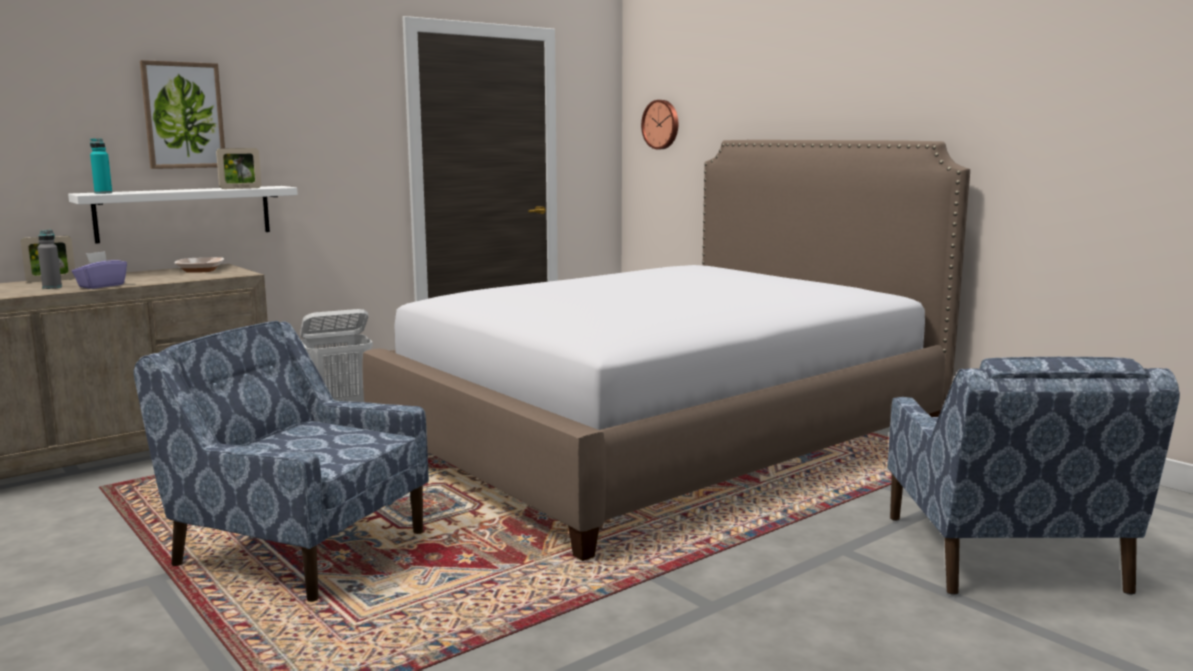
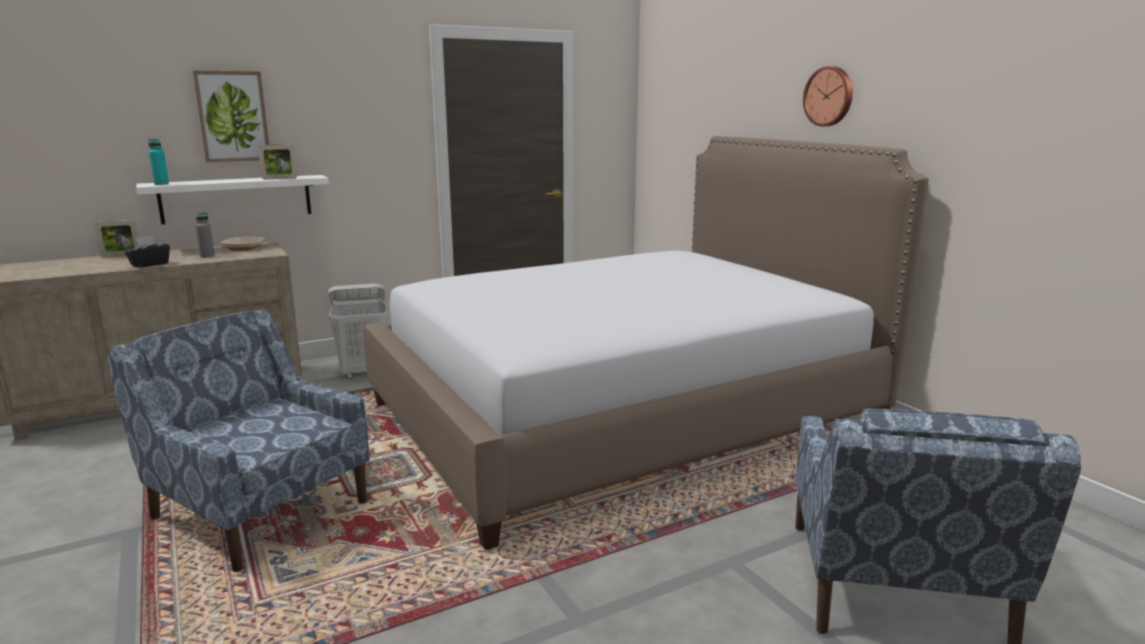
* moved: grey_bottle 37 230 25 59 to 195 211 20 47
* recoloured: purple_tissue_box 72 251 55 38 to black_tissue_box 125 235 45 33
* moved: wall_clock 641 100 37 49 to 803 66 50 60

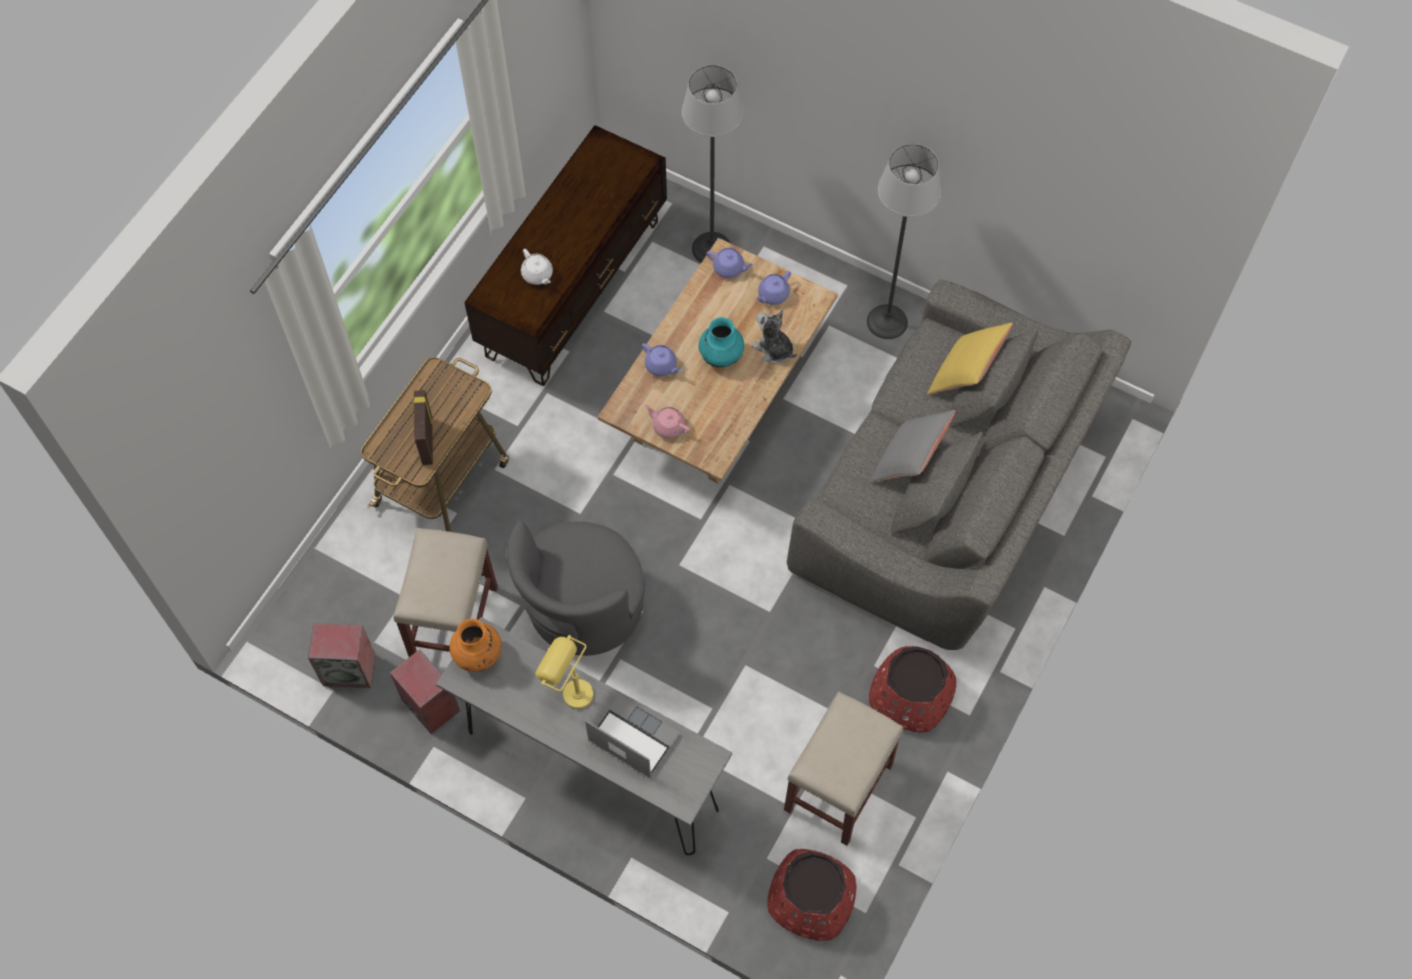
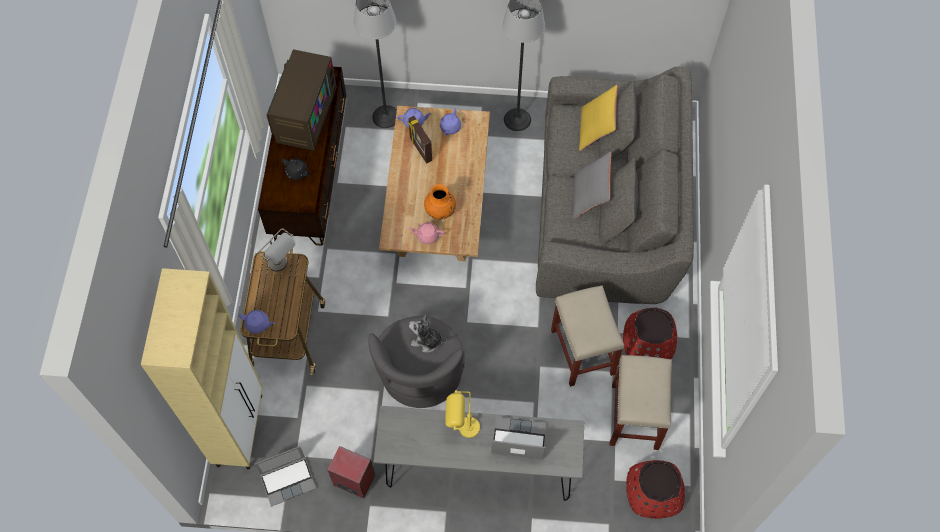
* replaced: speaker 308 623 67 65 to laptop 254 446 62 61
* moved: beige_stool 393 528 105 129 to 551 285 73 102
* moved: picture_frame 413 390 20 75 to 408 116 24 47
* moved: orange_vase 449 618 52 54 to 424 184 32 35
* recoloured: white_teapot 521 249 32 36 to black_teapot 282 158 29 22
* moved: purple_teapot 642 343 40 33 to 238 310 37 24
* removed: turquoise_vase 698 317 46 50
* moved: plush_toy 752 310 45 54 to 409 314 38 38
* added: beige_cabinet 141 268 122 202
* added: grey_table_lamp 258 228 37 44
* added: television 266 49 70 101

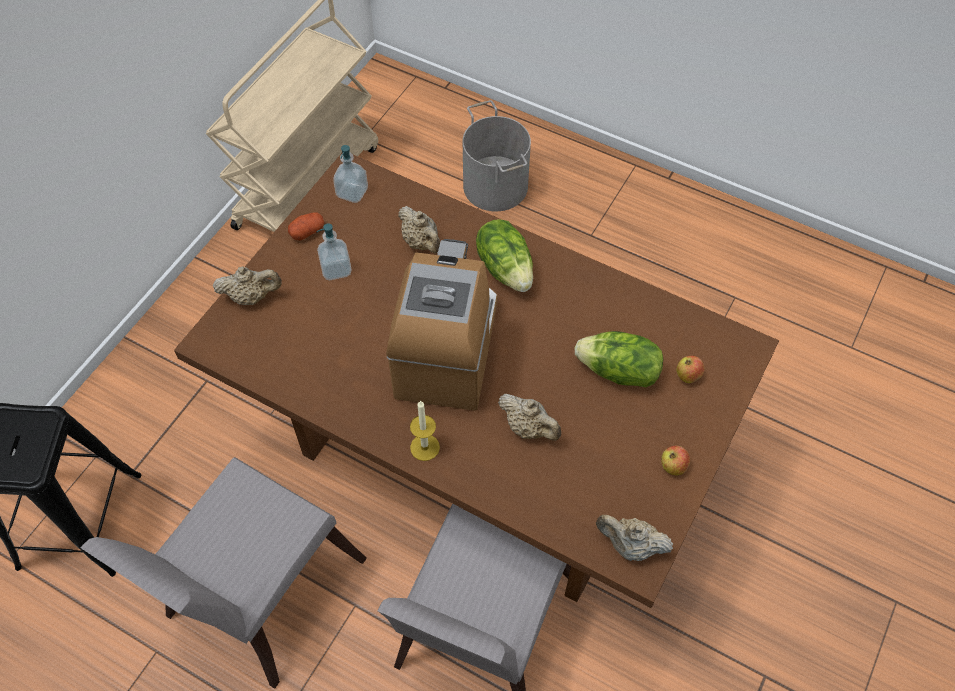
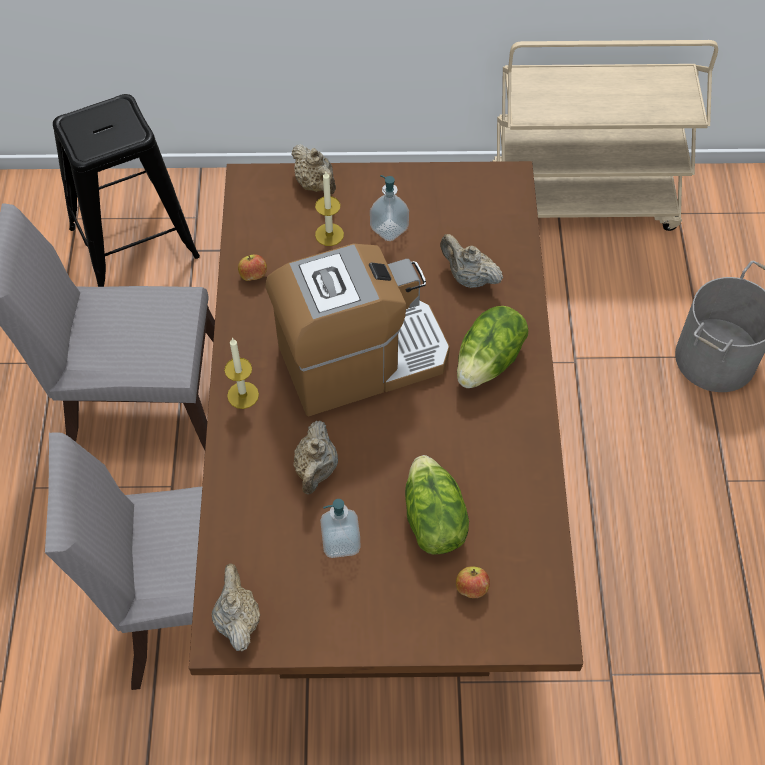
* removed: potato 288 212 36 29
* moved: soap_dispenser 333 145 35 58 to 320 499 41 59
* turned: beige_teapot 398 206 42 48 = 440 234 63 54 105 degrees clockwise
* moved: apple 661 446 29 29 to 238 254 29 27
* added: candle 315 172 29 74

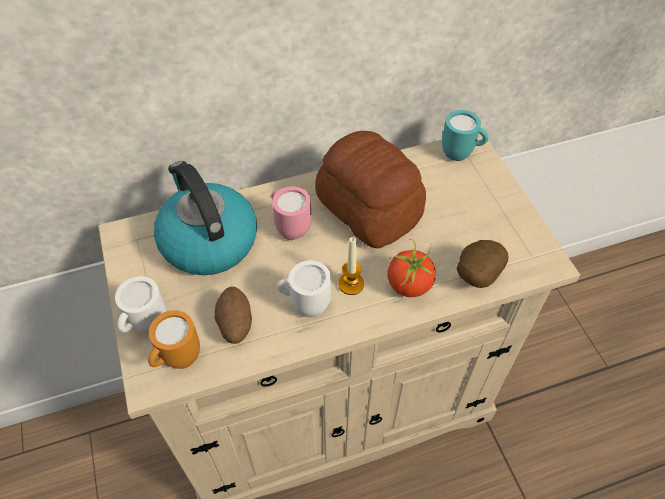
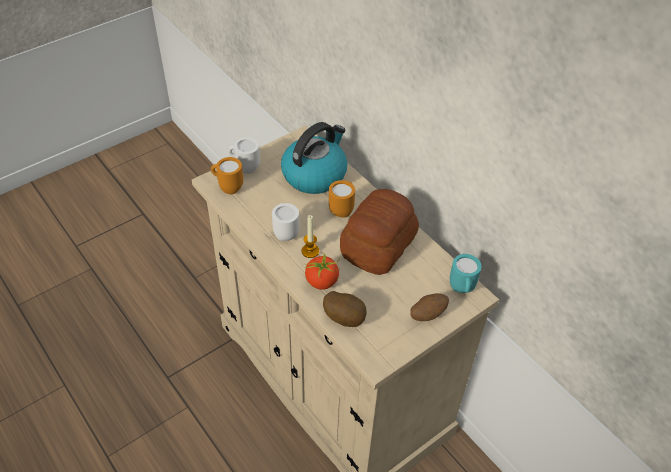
* moved: potato 215 287 37 57 to 410 293 39 28
* recoloured: pink_mug 271 186 41 54 to orange_mug 329 180 26 38

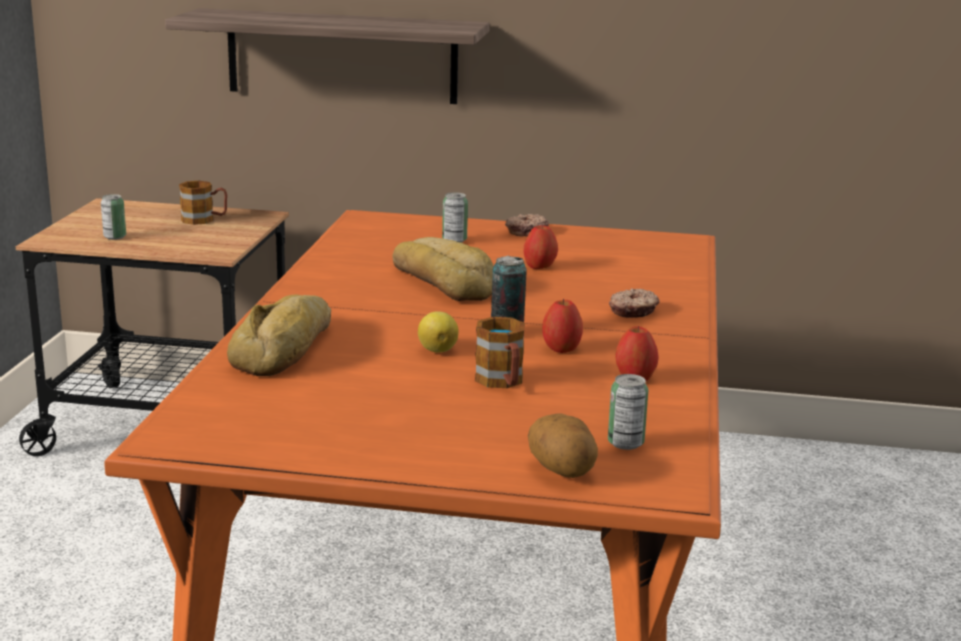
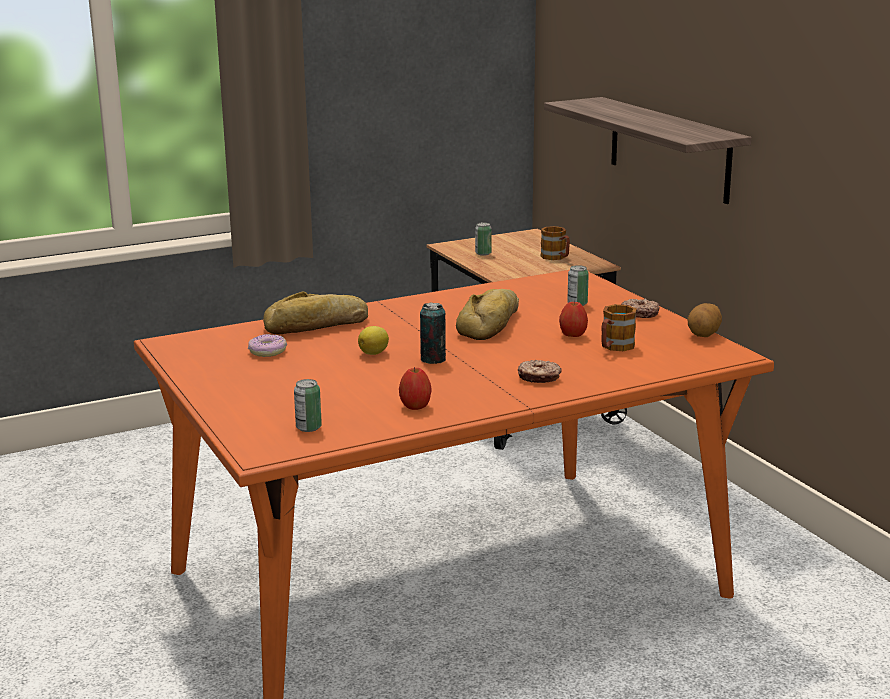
* moved: mug 475 317 50 71 to 601 304 36 47
* moved: potato 528 413 70 65 to 687 303 35 34
* removed: apple 542 299 41 54
* added: donut 248 334 39 23

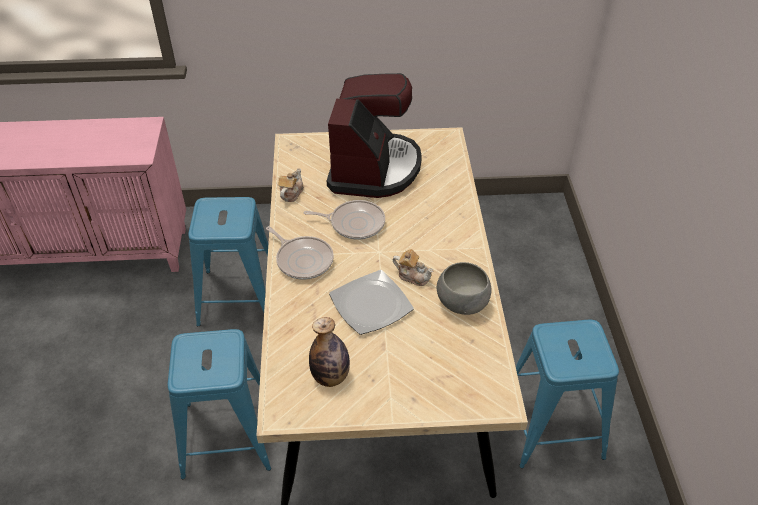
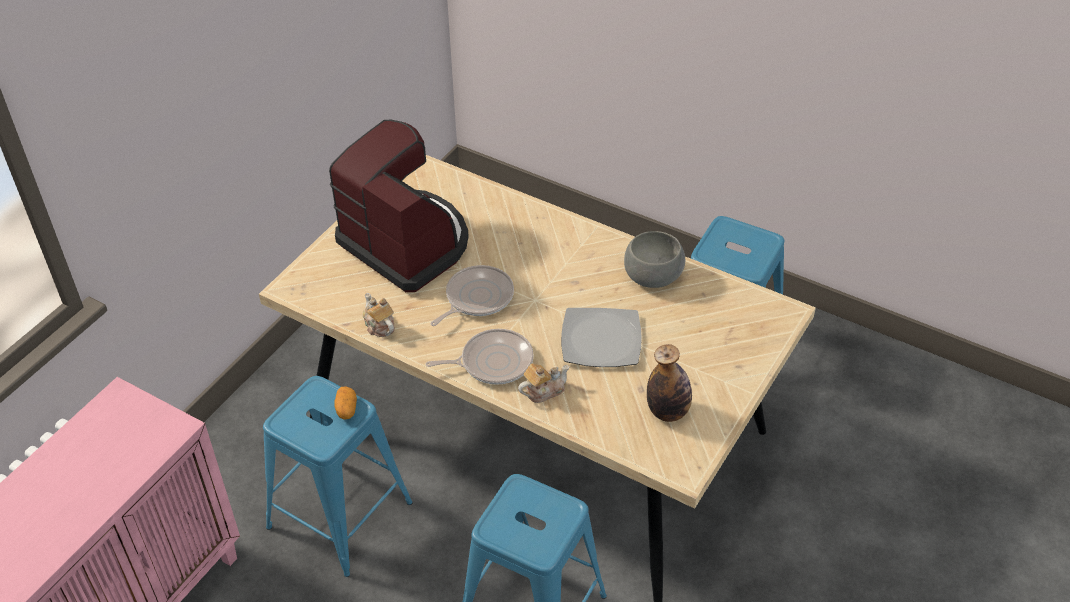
* moved: teapot 393 249 40 37 to 518 363 51 40
* added: potato 334 386 23 34

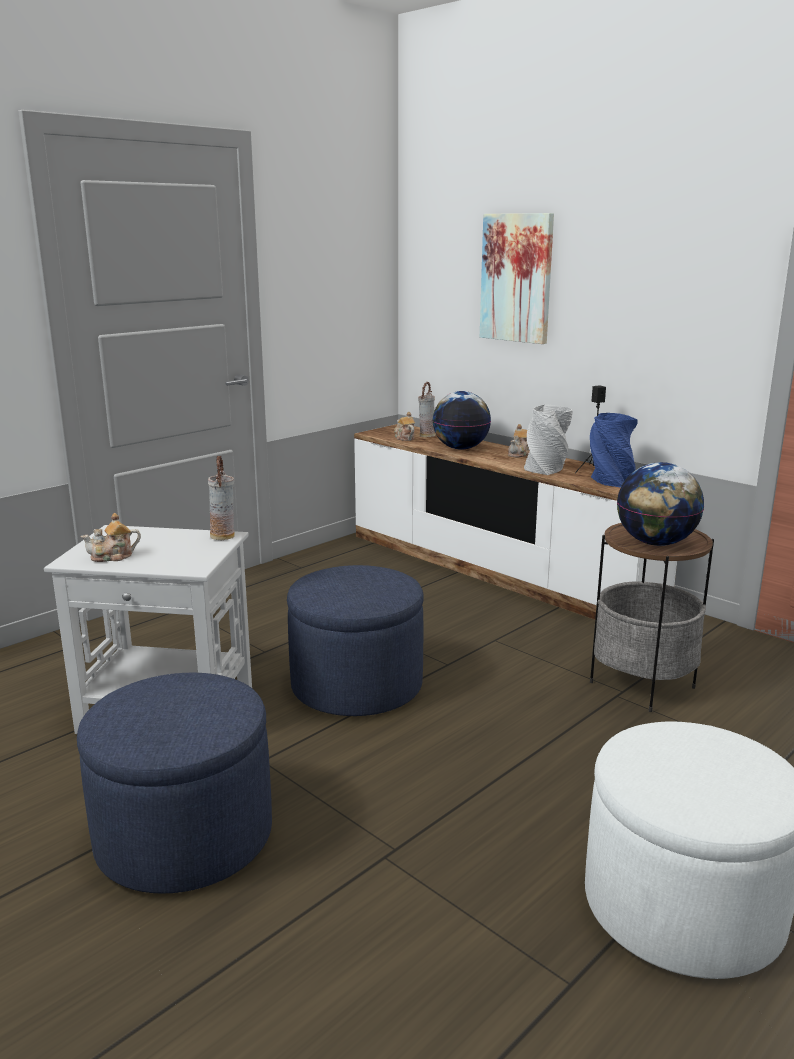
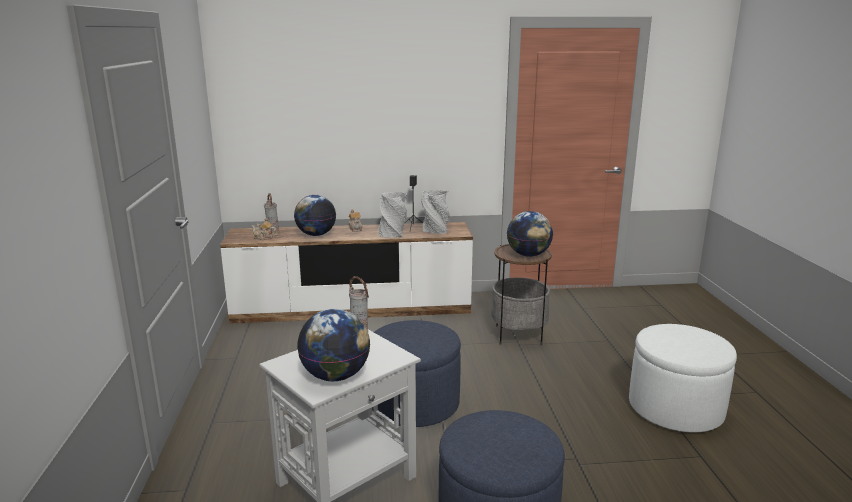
* replaced: teapot 80 513 61 49 to globe 297 309 73 72
* removed: picture 480 213 74 131
* recoloured: blue_vase 590 413 48 74 to grey_vase 421 190 28 44

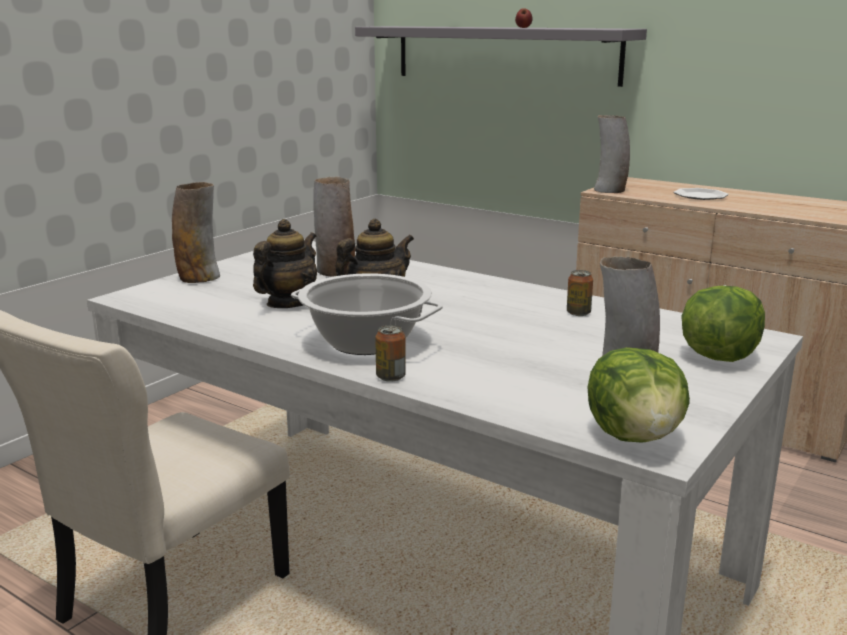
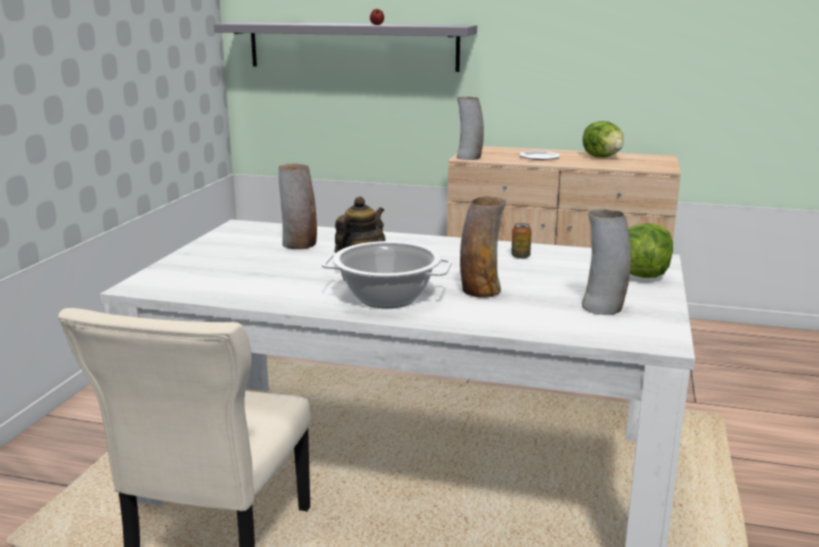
* moved: vase 172 182 48 101 to 460 196 46 102
* removed: teapot 253 219 64 89
* removed: can 375 325 31 57
* moved: lettuce 588 347 102 96 to 582 121 42 37

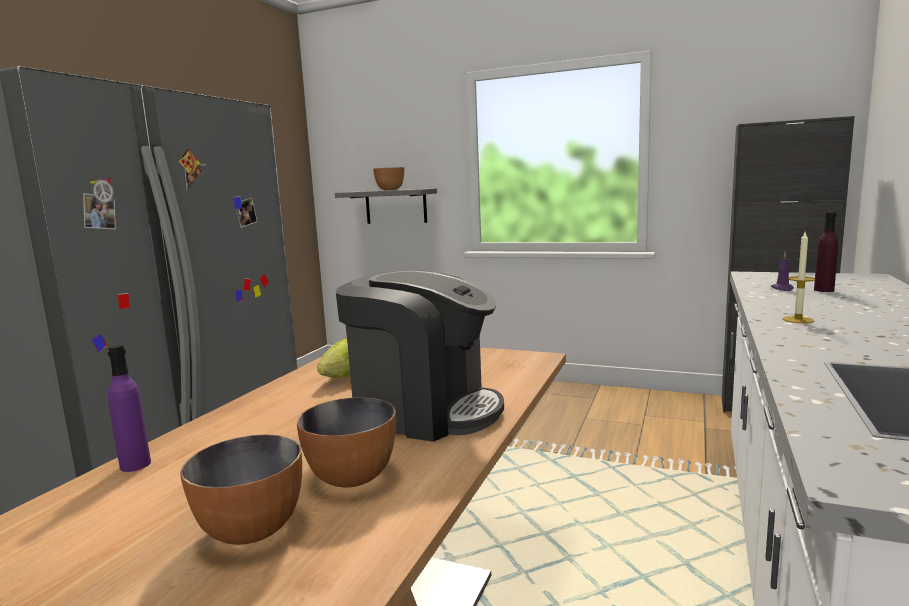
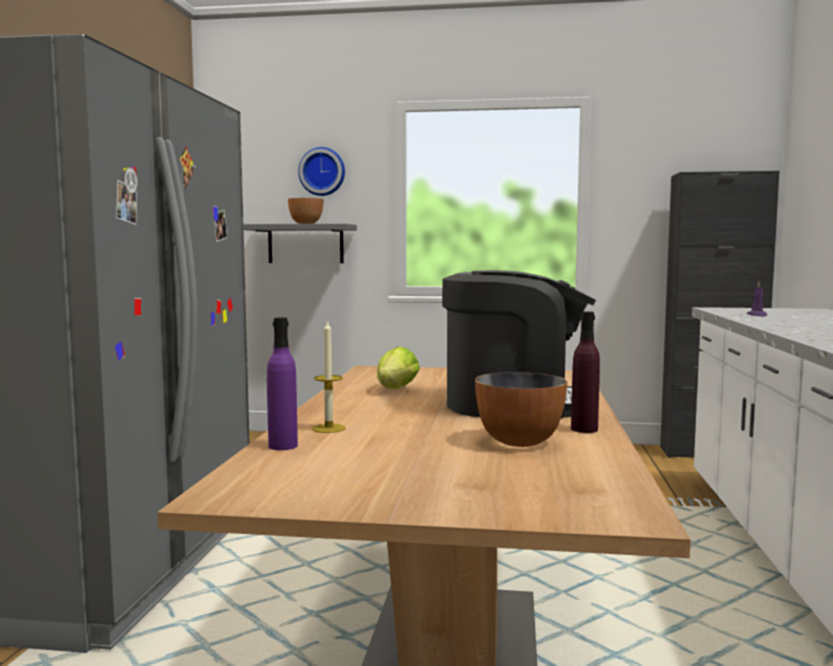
* removed: bowl 180 434 122 111
* moved: candle 783 232 32 91 to 312 320 34 113
* moved: purple_bottle 814 212 24 80 to 571 311 29 122
* added: wall_clock 298 147 47 49

